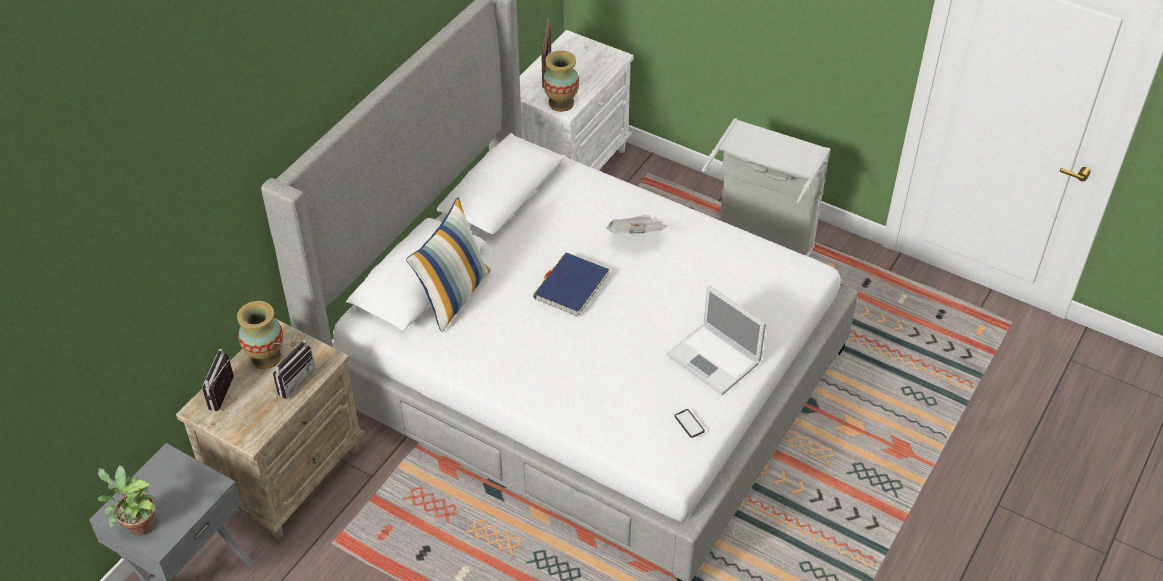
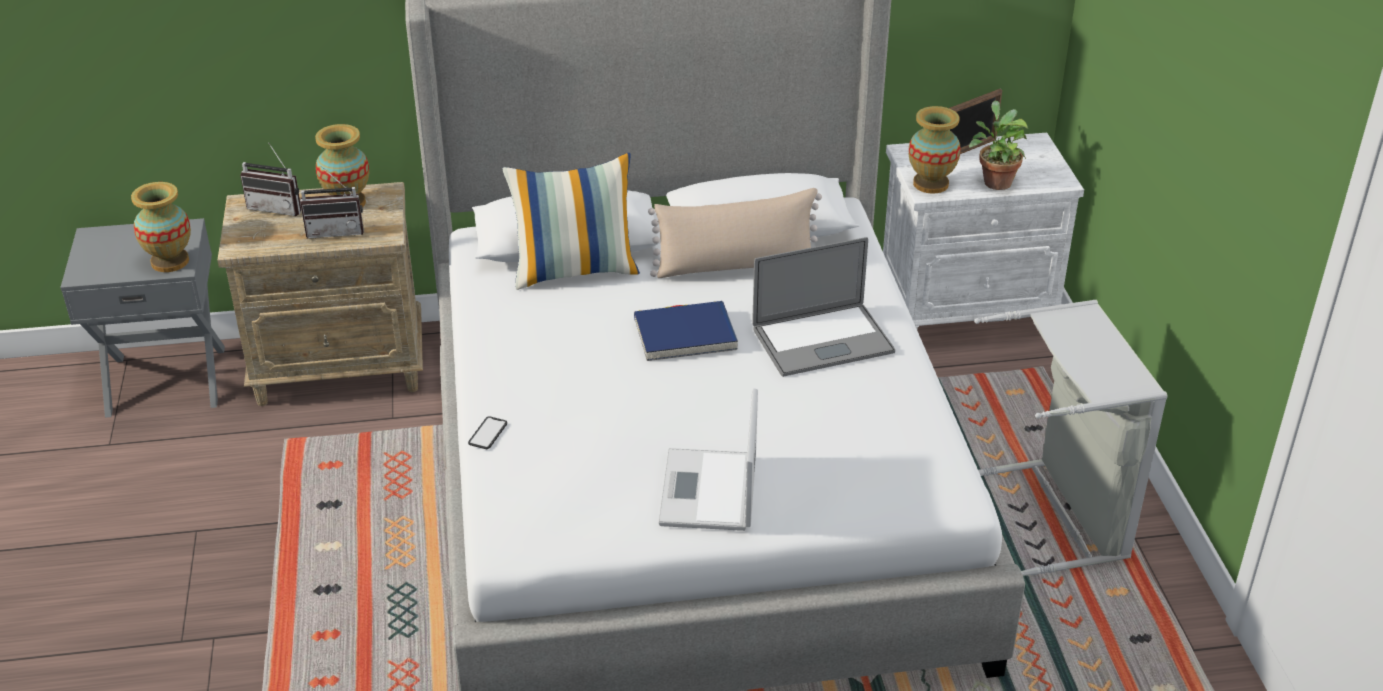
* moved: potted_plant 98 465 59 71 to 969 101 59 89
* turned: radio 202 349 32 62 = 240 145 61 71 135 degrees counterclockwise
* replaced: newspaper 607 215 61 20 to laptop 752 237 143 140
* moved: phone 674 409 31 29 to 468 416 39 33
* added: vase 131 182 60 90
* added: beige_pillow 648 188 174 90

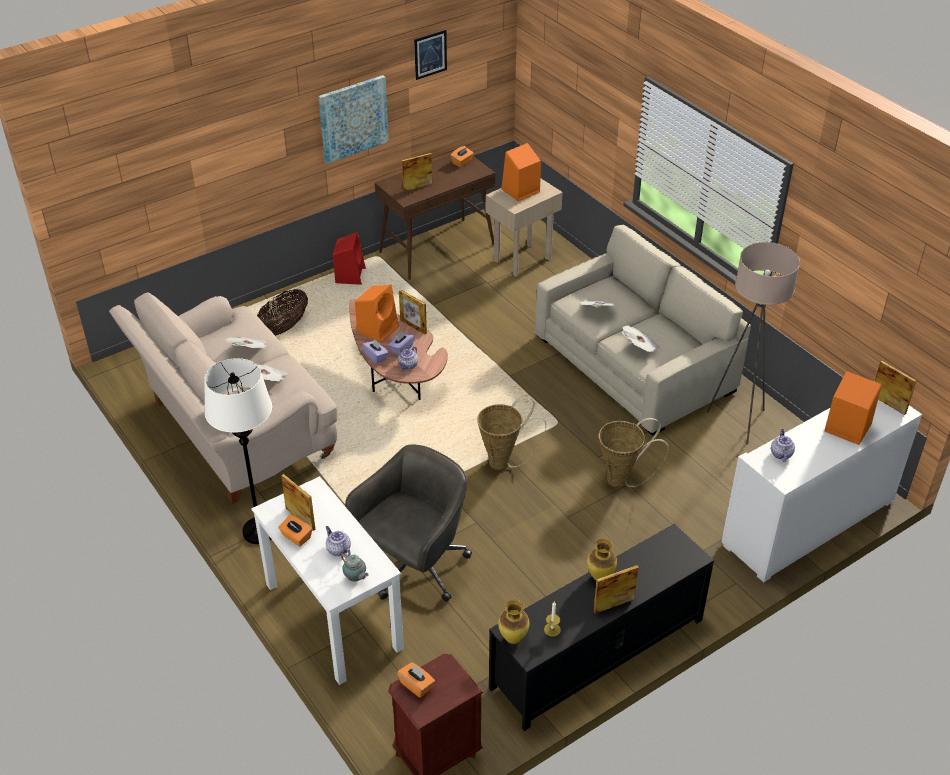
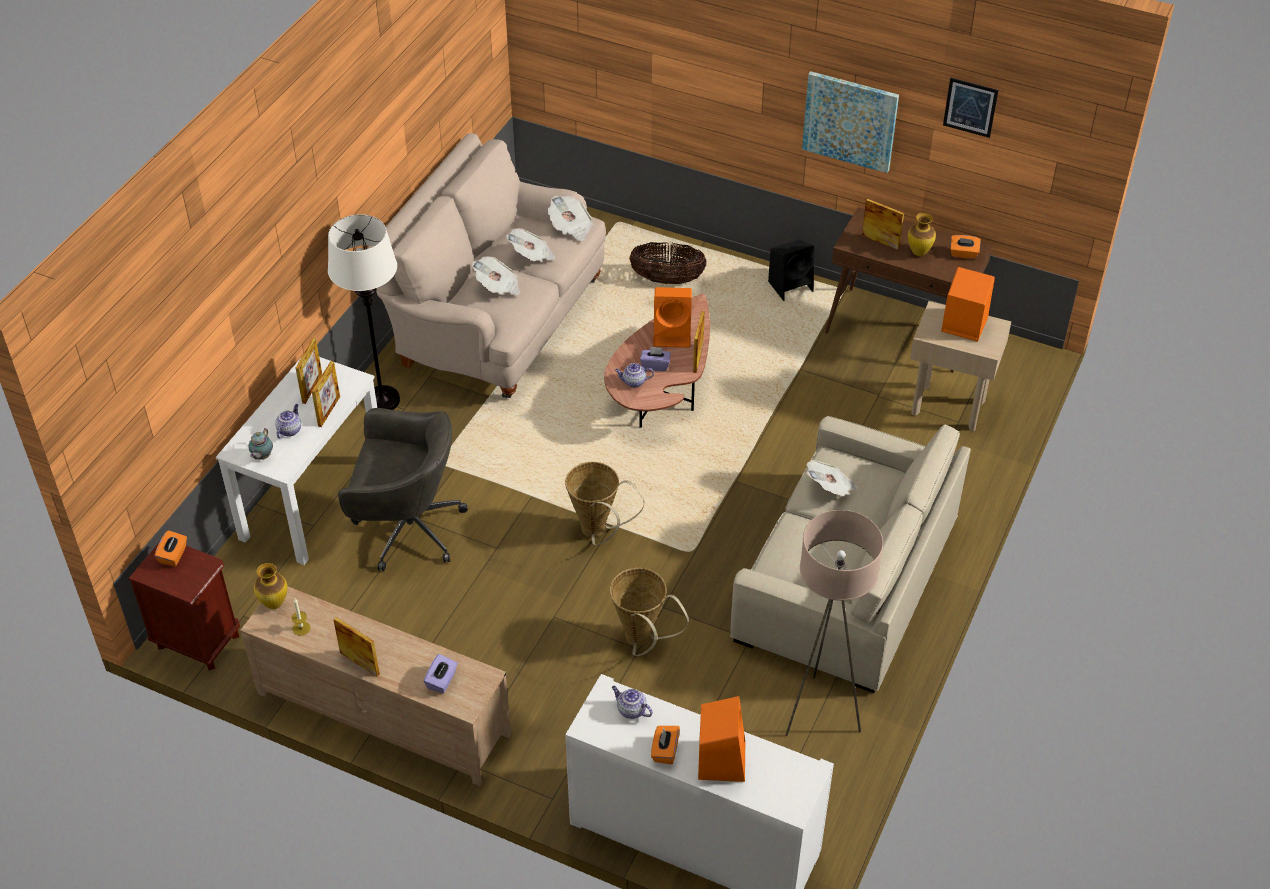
* moved: orange_tissue_box 278 514 34 33 to 651 726 29 38
* recoloured: red_speaker 333 232 33 53 to black_speaker 768 239 46 62
* moved: purple_tissue_box 362 339 26 25 to 424 654 34 39
* recoloured: black_tv_stand 489 524 225 207 to beige_tv_stand 240 586 271 200
* moved: vase 587 539 30 42 to 908 212 28 44
* moved: newspaper 622 325 41 28 to 547 195 47 46
* turned: teapot 771 429 24 33 = 612 686 41 33 120 degrees counterclockwise
* moved: picture_frame 875 361 42 54 to 312 361 28 66

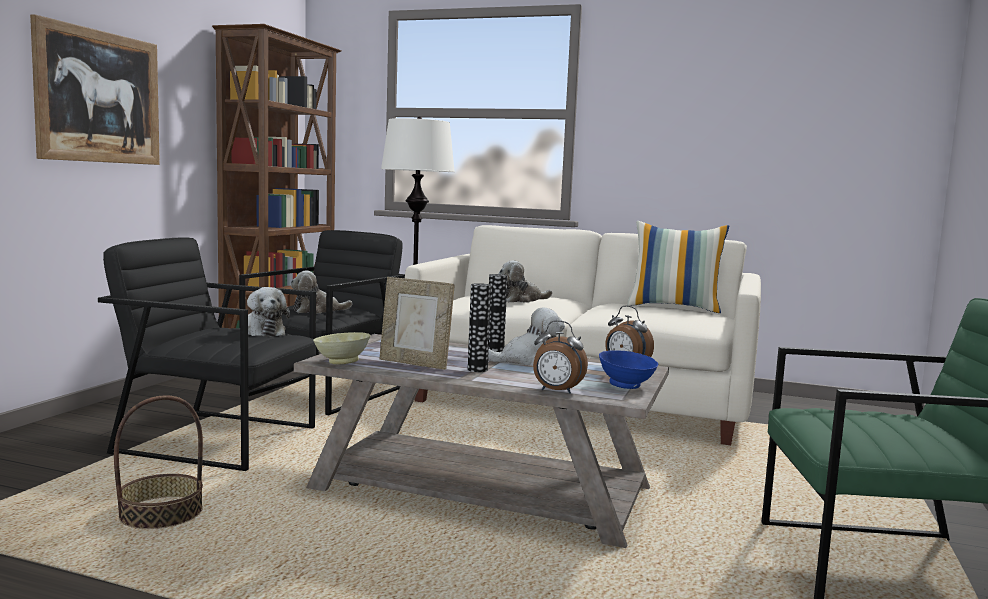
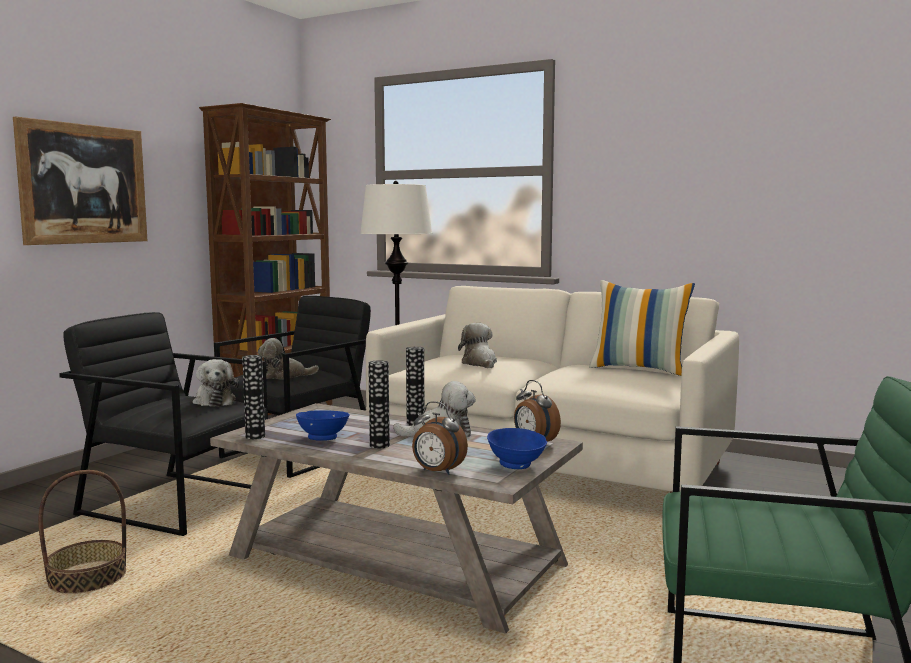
* replaced: beige_bowl 313 332 58 32 to vase 242 355 23 84
* replaced: picture_frame 380 277 75 93 to blue_bowl 296 410 54 31
* turned: plush_toy 499 261 53 42 = 458 323 39 45 90 degrees clockwise

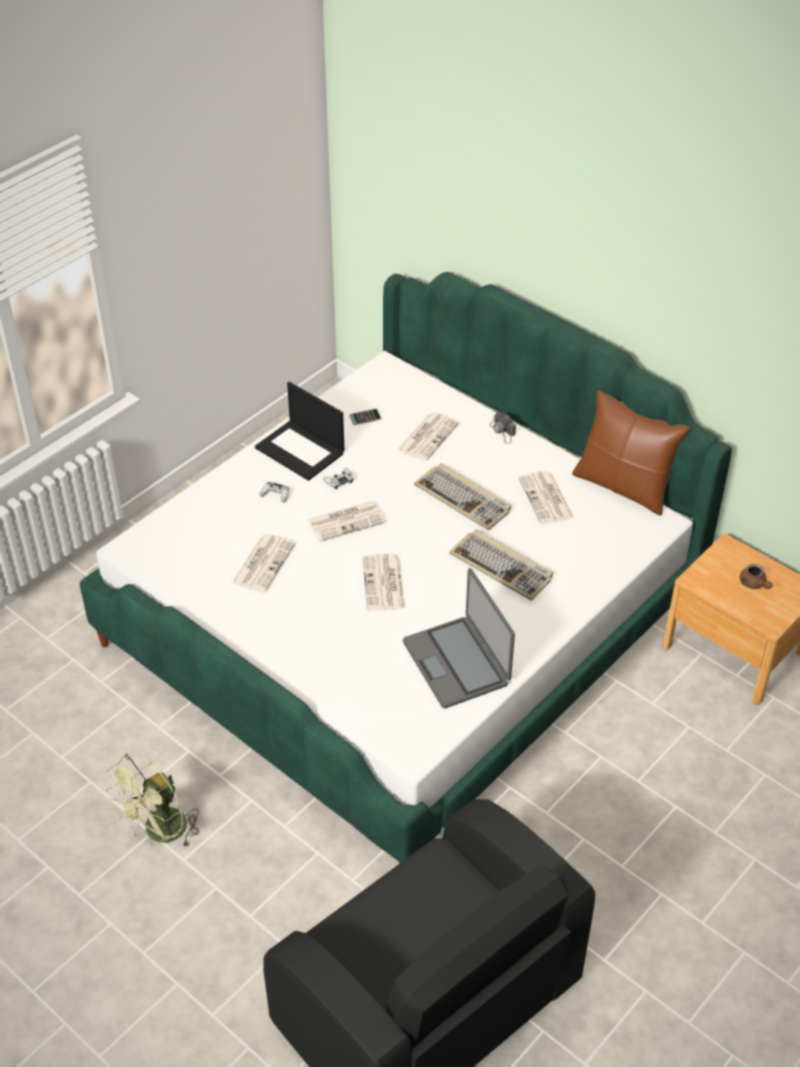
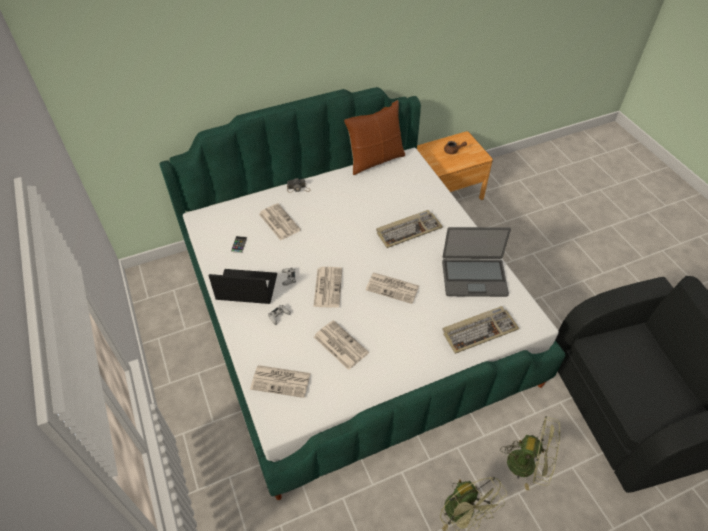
* turned: laptop 255 382 90 99 = 209 269 68 35 150 degrees counterclockwise
* moved: keyboard 414 463 97 67 to 442 306 77 48
* moved: newspaper 518 471 56 53 to 250 365 61 33
* added: green_fan 500 416 60 74

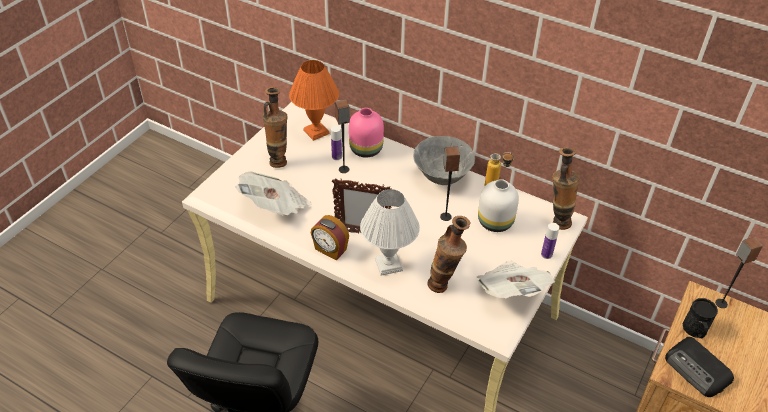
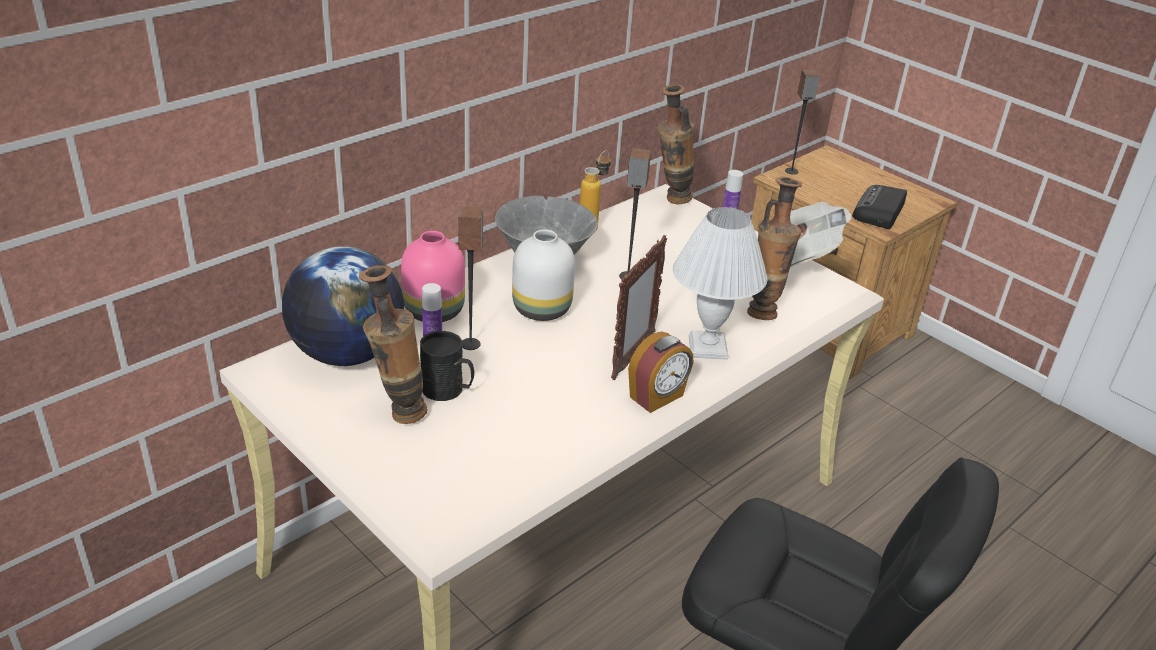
* removed: newspaper 235 171 77 45
* replaced: orange_table_lamp 289 60 50 81 to globe 282 246 122 120
* moved: white_vase 478 179 41 53 to 512 230 63 91
* turned: radio 665 337 69 60 = 852 185 55 44 135 degrees clockwise
* moved: black_mug 683 298 35 40 to 420 331 54 70

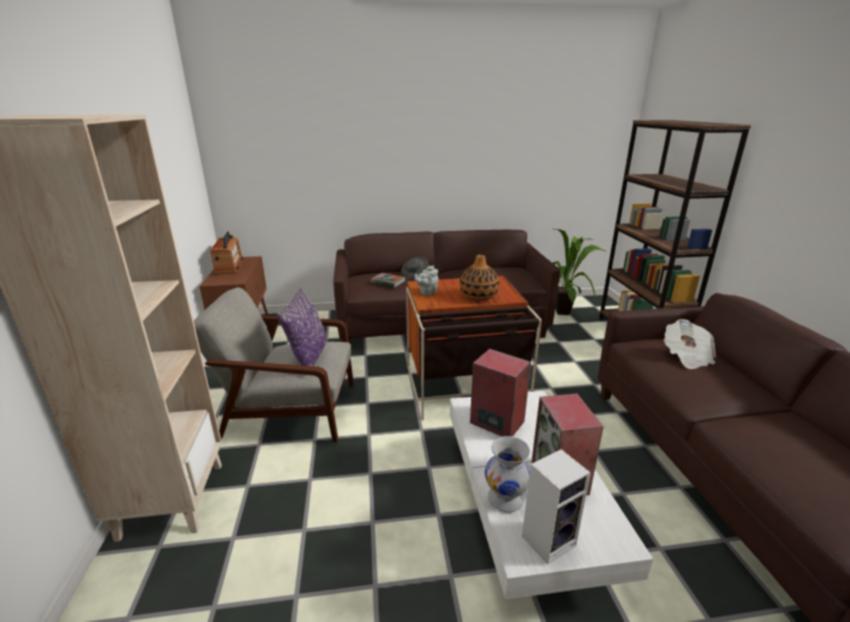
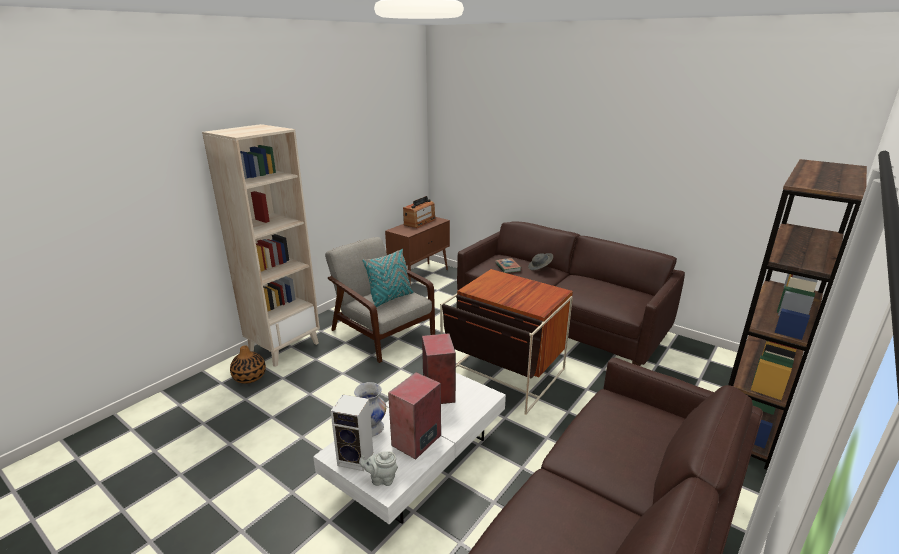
* recoloured: purple_pillow 277 288 50 78 to turquoise_pillow 363 249 50 58
* moved: grey_teapot 415 265 24 31 to 359 451 39 35
* moved: vase 460 255 39 46 to 230 345 36 39
* removed: potted_plant 553 229 53 86
* removed: newspaper 664 319 52 50

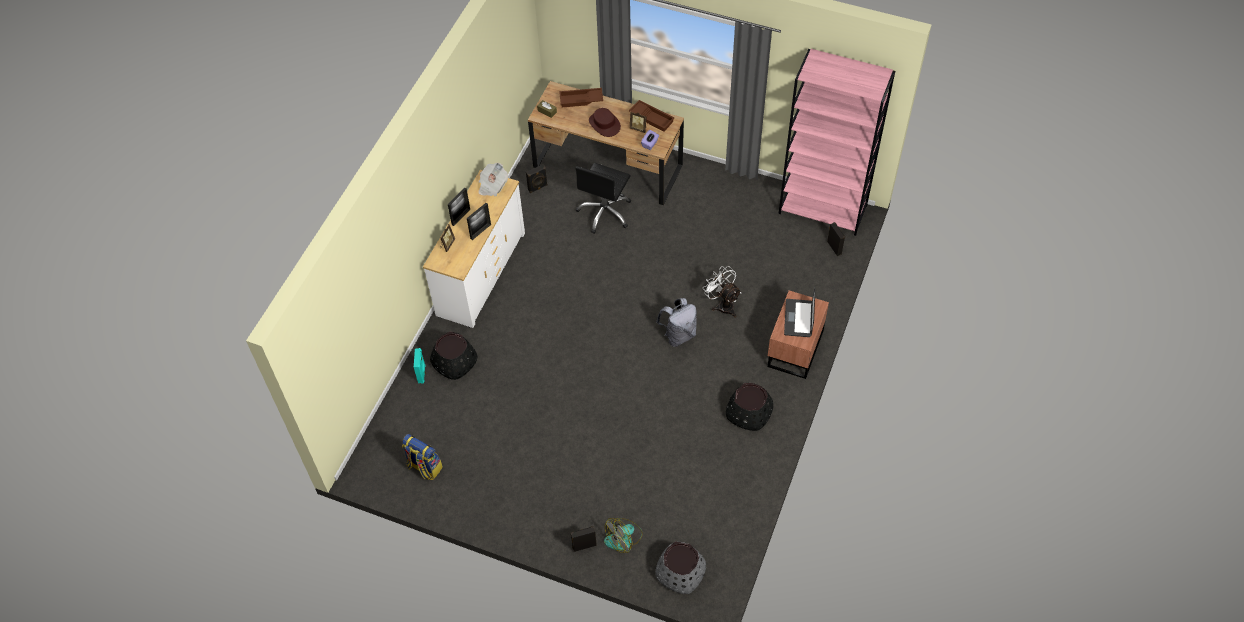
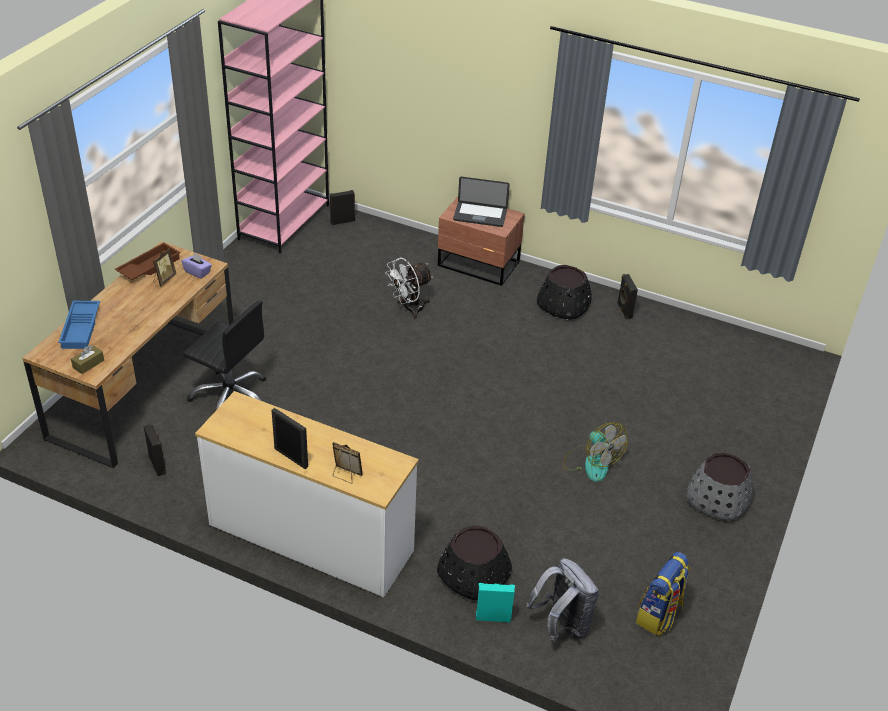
* removed: picture_frame 467 203 24 37
* removed: newspaper 478 163 30 33
* recoloured: brown_tray 559 88 44 19 to blue_tray 58 301 42 48
* moved: black_speaker 571 526 26 26 to 617 274 21 45
* removed: brown_hat 589 108 32 29
* moved: fan 604 518 39 35 to 563 423 65 59
* moved: grey_planter 655 541 51 53 to 687 453 66 68
* moved: grey_backpack 656 298 41 49 to 526 558 73 84

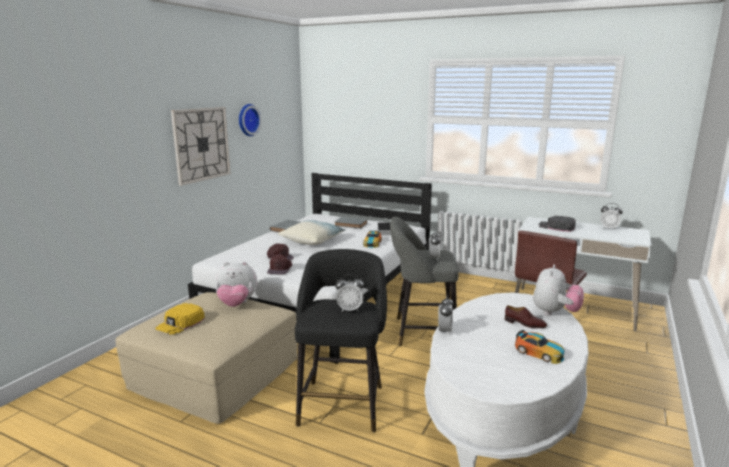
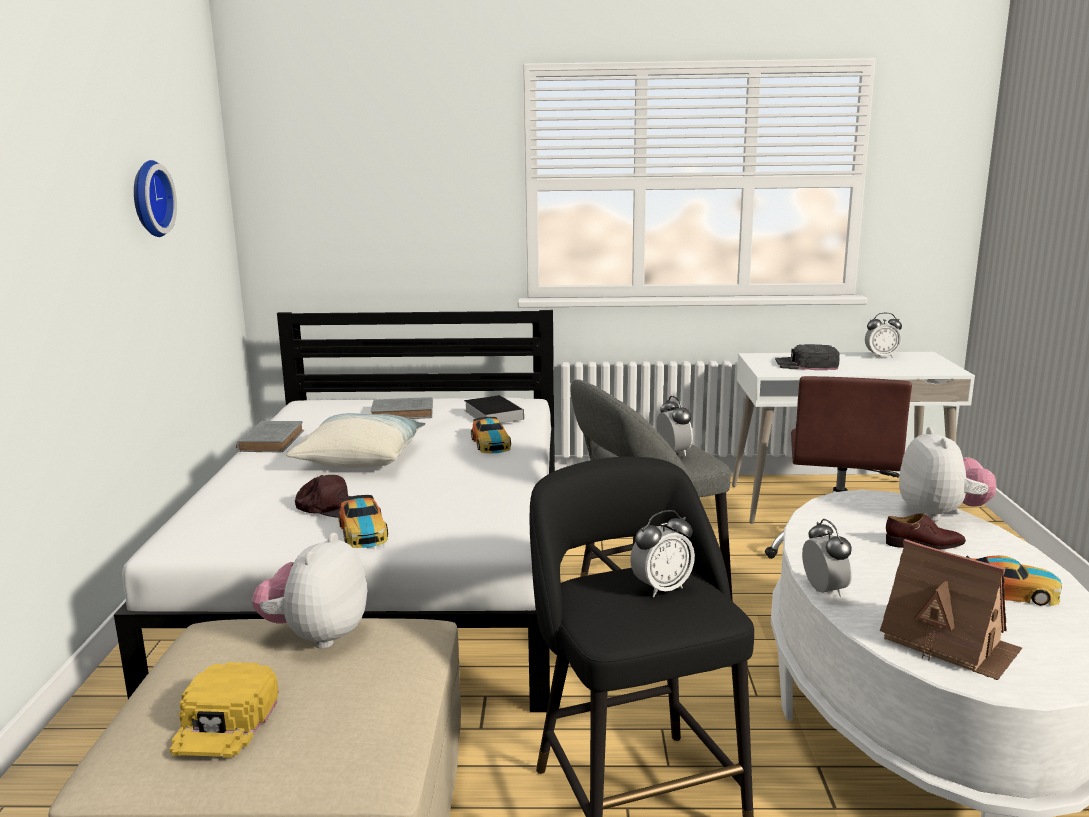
* removed: wall_clock 171 107 60 79
* turned: plush_toy 216 262 41 45 = 252 533 115 115 135 degrees clockwise
* replaced: brown_cap 267 254 25 20 to toy_car 338 495 50 53
* added: toy_house 880 539 142 141

